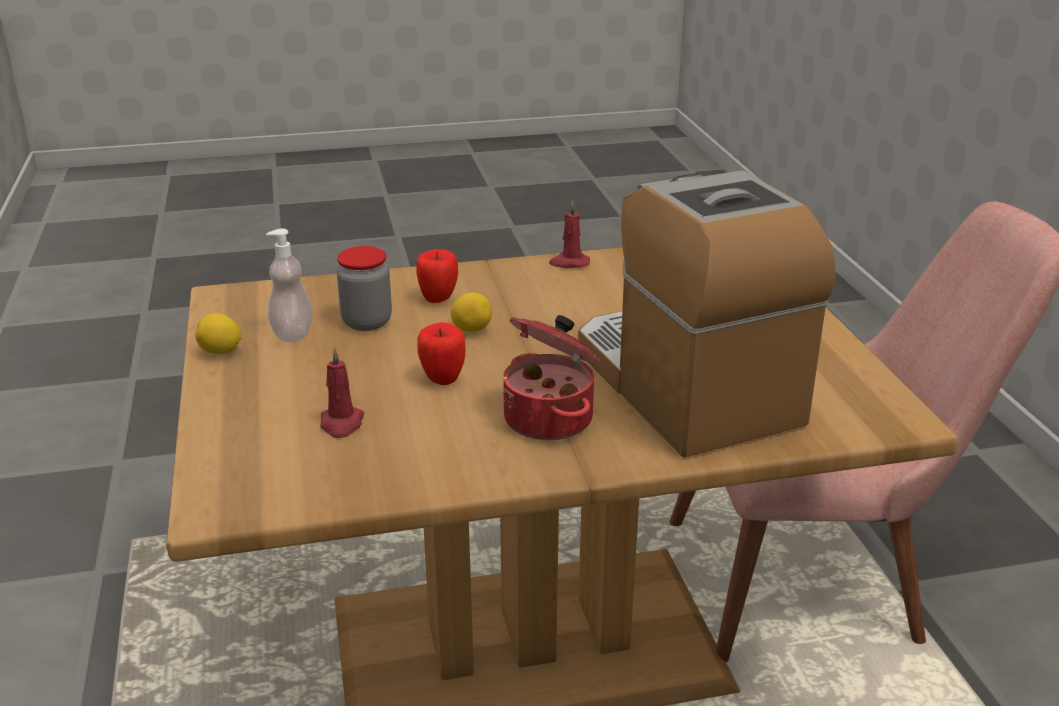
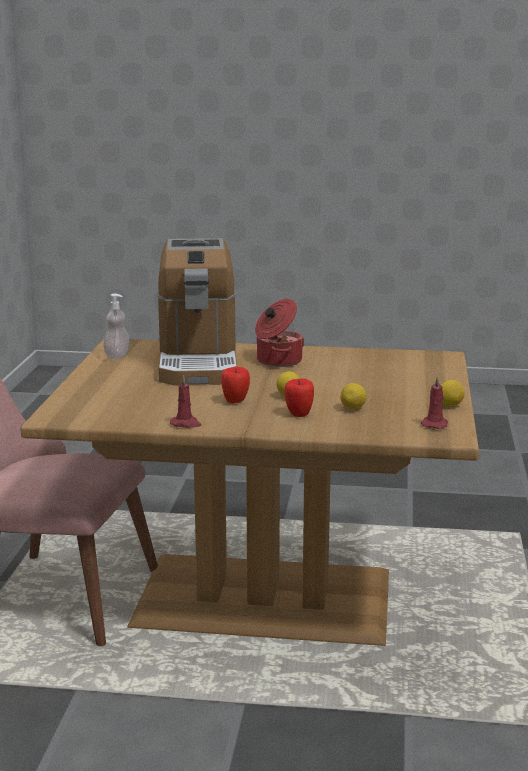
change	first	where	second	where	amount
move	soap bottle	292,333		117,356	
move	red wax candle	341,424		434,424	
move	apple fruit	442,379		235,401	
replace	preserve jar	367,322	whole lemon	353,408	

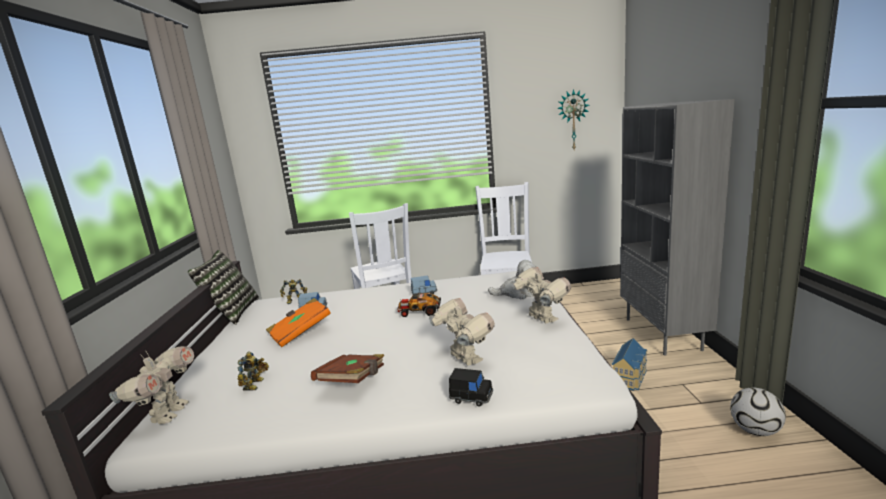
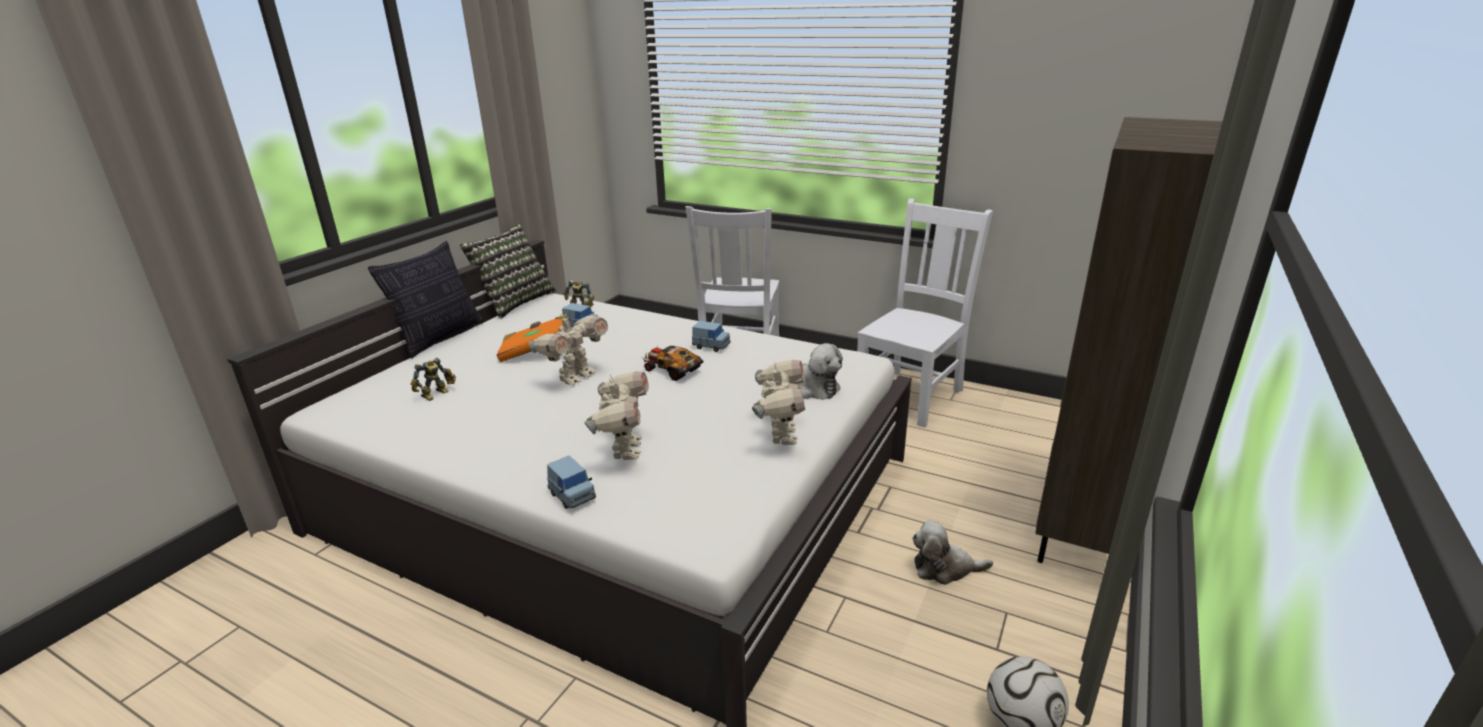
change	first	where	second	where	amount
delete	brown-coloured book	354,381			
delete	clock on the wall	572,120			
insert			pillow	440,337	
move	robot figure	167,414		575,377	
replace	toy house	630,377	cuddly toy	944,568	
recolor	blackish miniature car	471,397	blue-coloured miniature car	572,496	
recolor	grey bookcase	663,334	brown-coloured bookcase	1083,531	

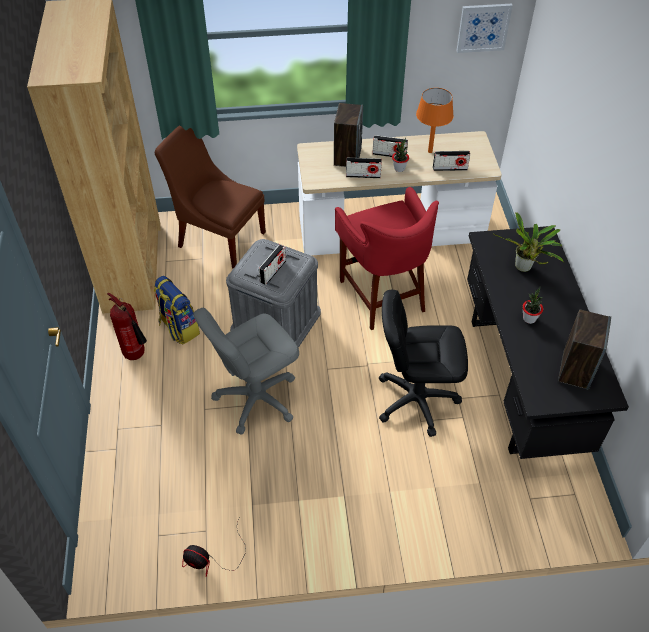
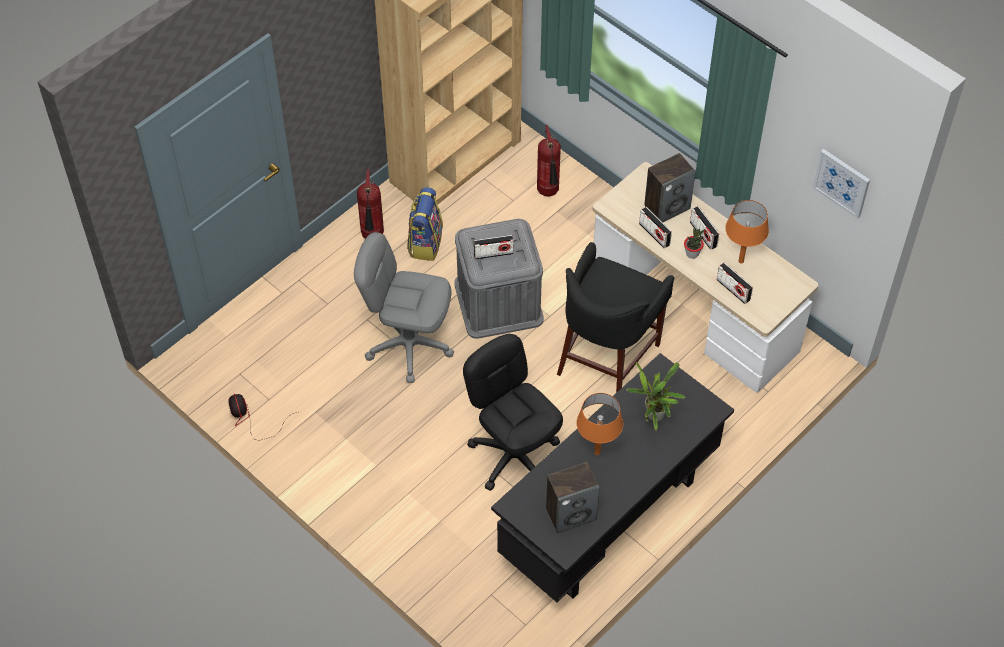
change	first	where	second	where	amount
replace	brown-coloured upright chair	219,237	fire-fighting cylinder	549,193	
replace	houseplant	529,318	orange lamp for a table	597,452	
recolor	red stool seat	383,294	blackish stool seat	607,356	

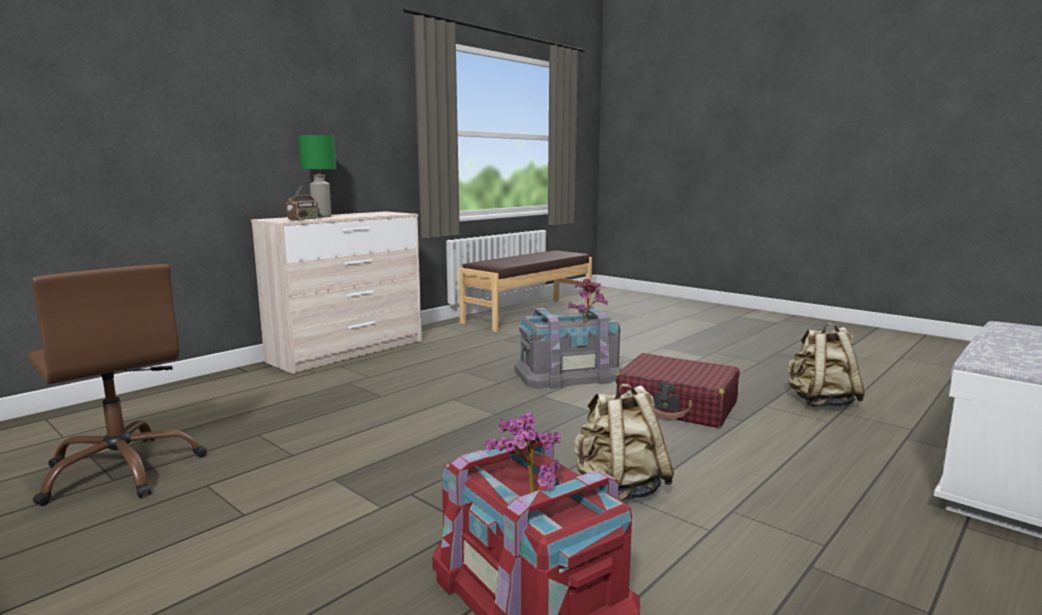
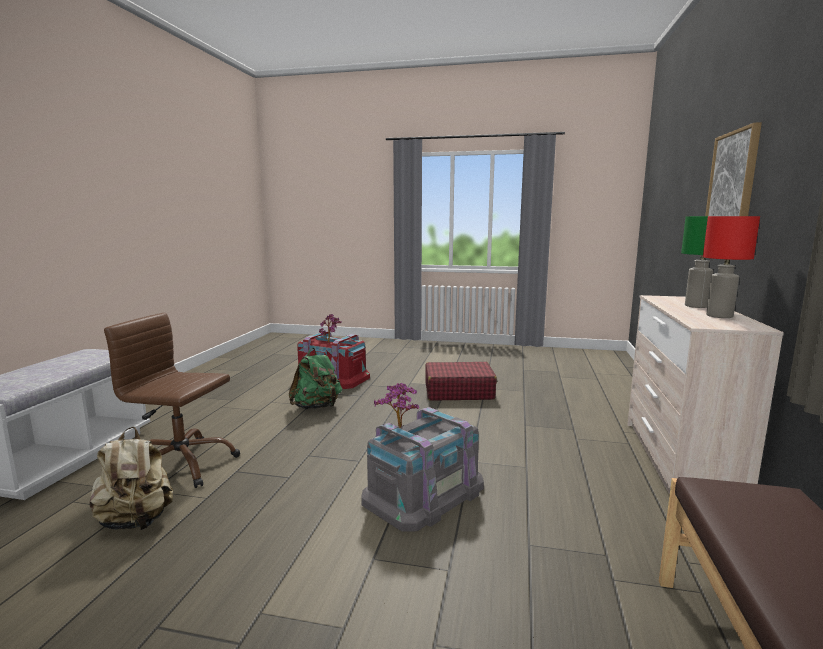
change	first	where	second	where	amount
delete	radio receiver	303,219			
insert			red lamp for a table	719,316	
insert			wall art	733,178	
move	brown-coloured desk chair	122,470		181,465	
move	red suitcase	677,406		458,391	
recolor	sand-coloured knapsack	619,489	green-coloured knapsack	317,407	

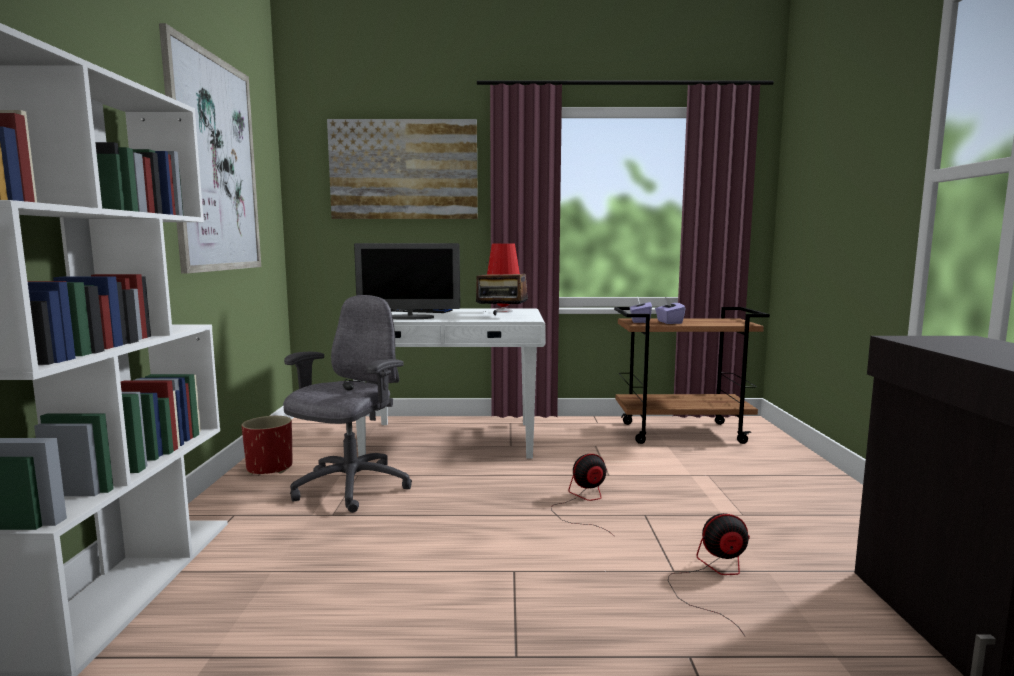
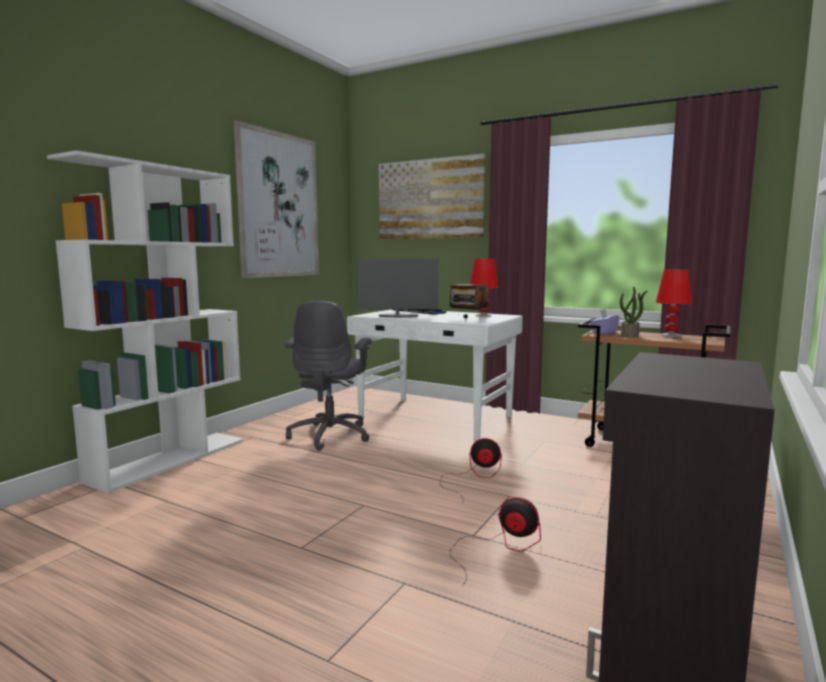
change	first	where	second	where	amount
delete	red planter	270,468			
insert			red lamp for a table	671,335	
replace	purplish tissue holder	669,322	houseplant	630,335	
rotate	grey desk chair	350,488		330,435	135 degrees clockwise
rotate	computer screen	409,318		398,316	150 degrees clockwise

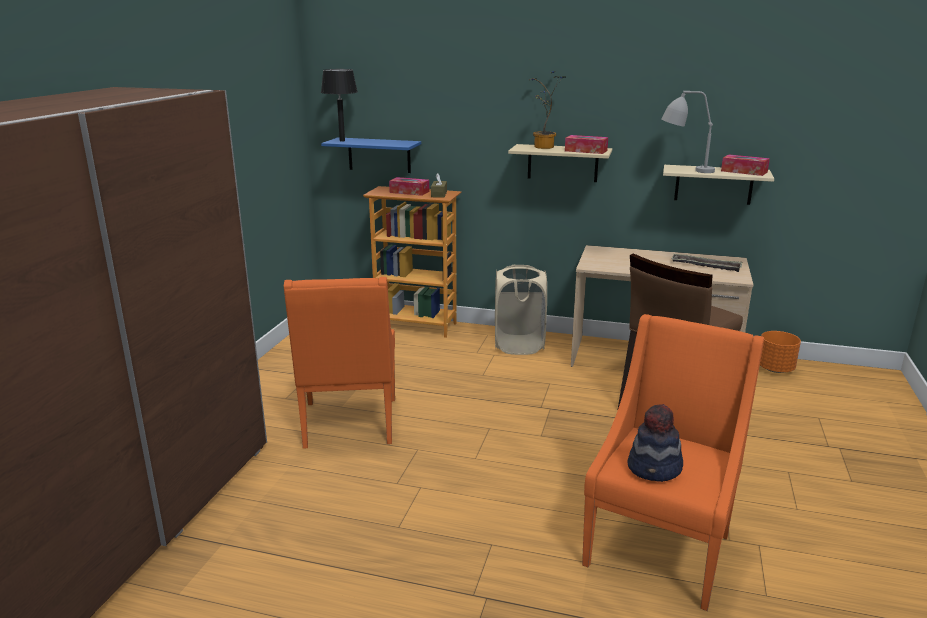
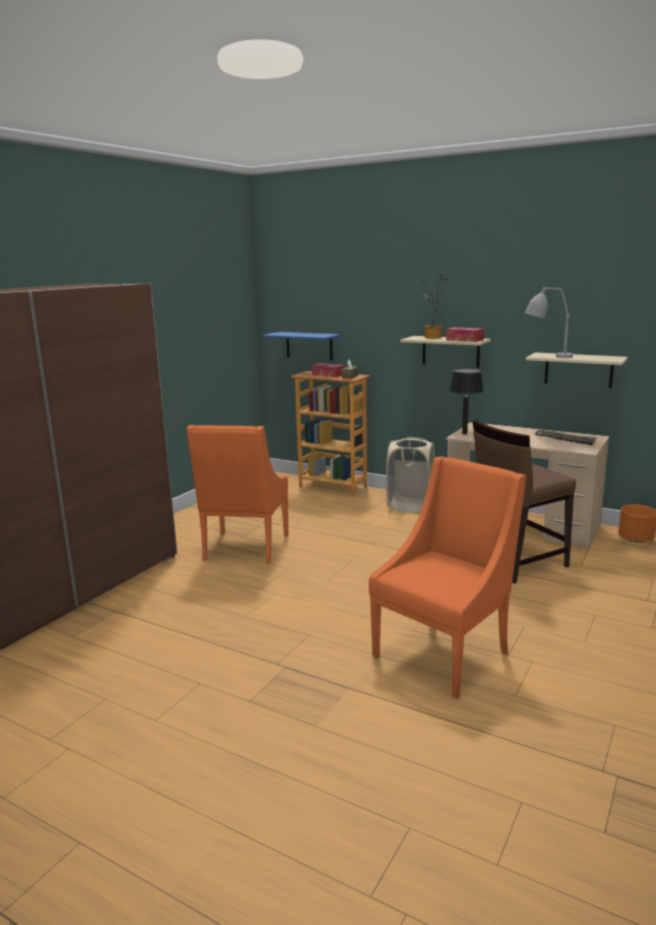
change	first	where	second	where	amount
delete	wearable hat	655,468			
delete	tissue holder	744,171			
move	blackish lamp for a table	342,141		465,433	

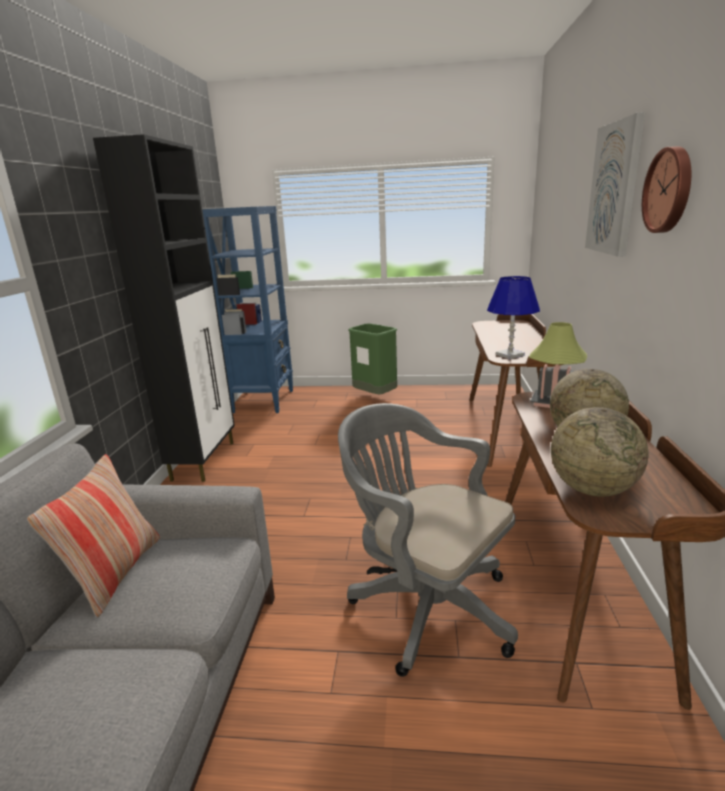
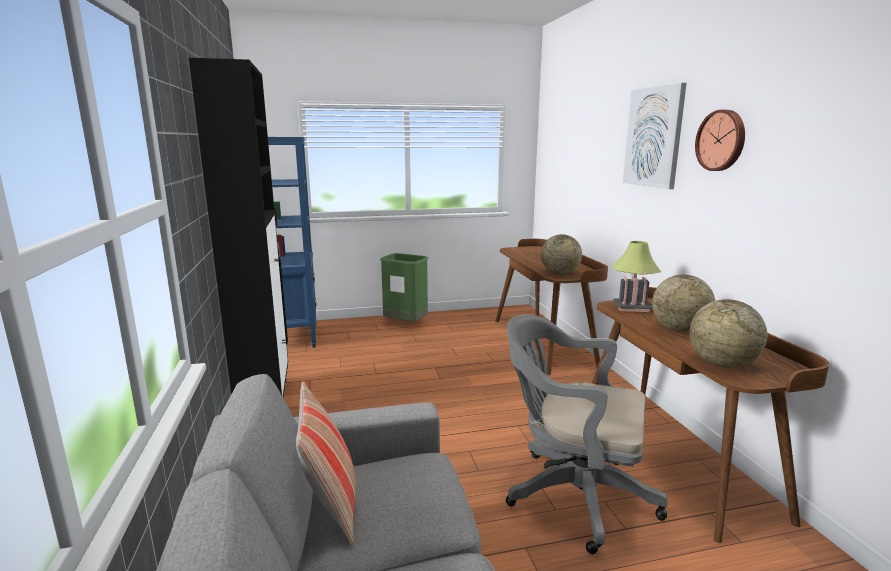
change	first	where	second	where	amount
replace	blue-coloured lamp for a table	510,355	world globe	560,274	

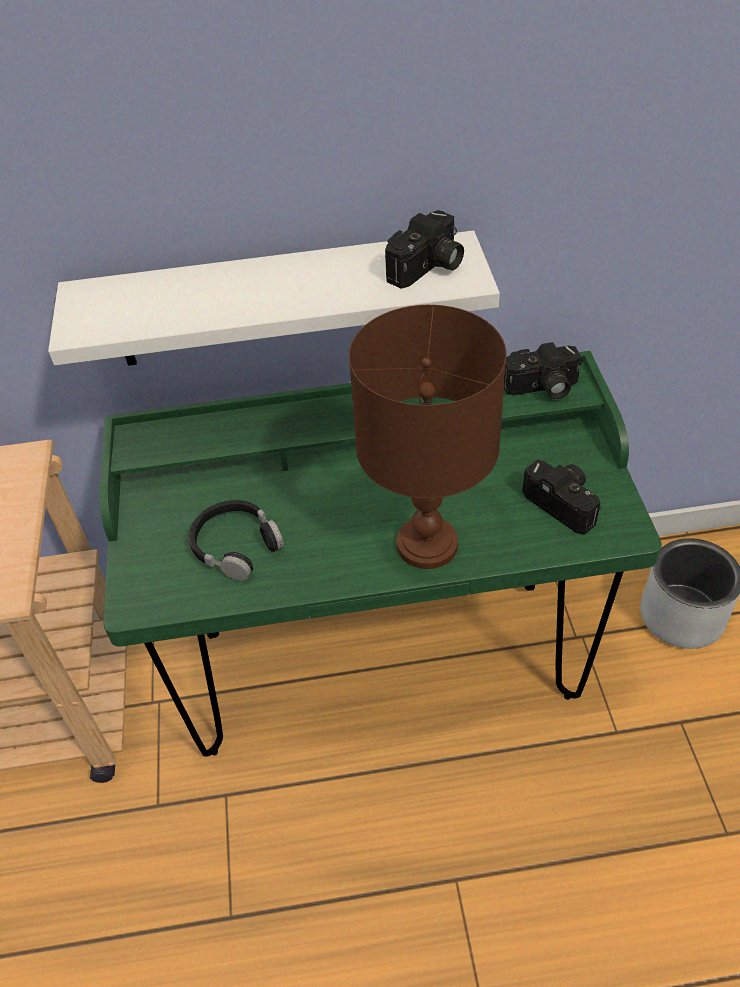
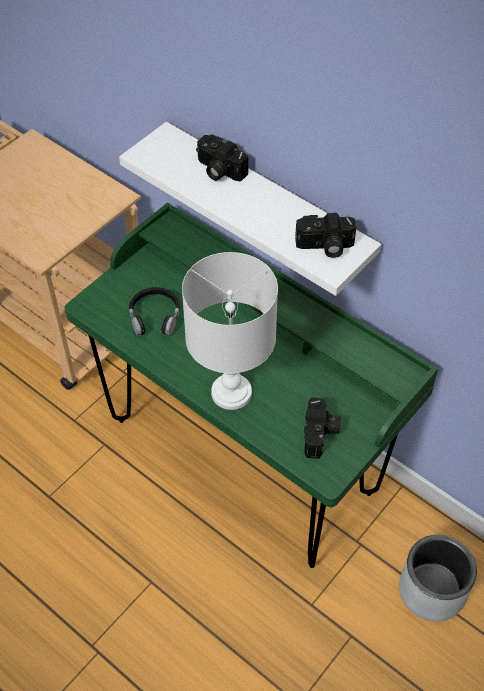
change	first	where	second	where	amount
move	photo camera	542,388		218,170	
recolor	brown-coloured lamp for a table	428,544	white-coloured lamp for a table	232,393	

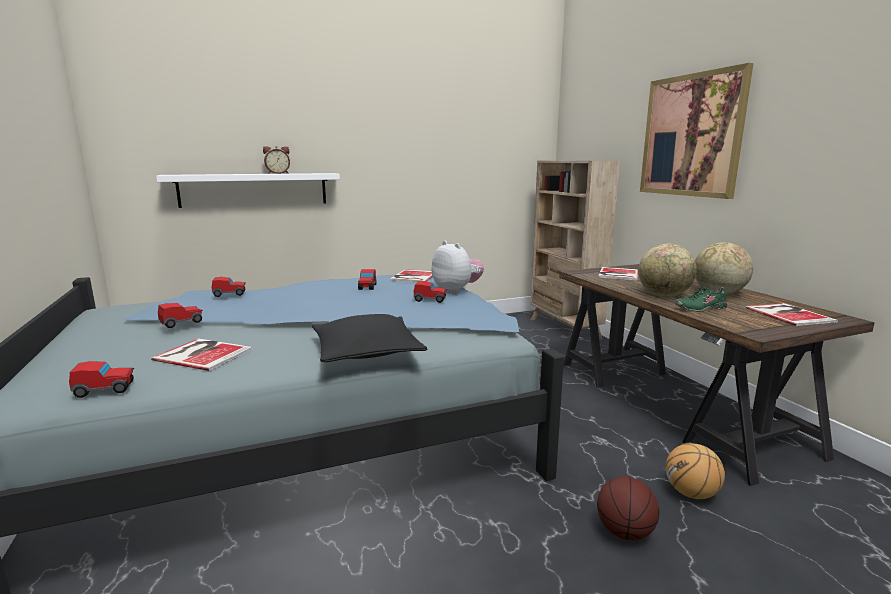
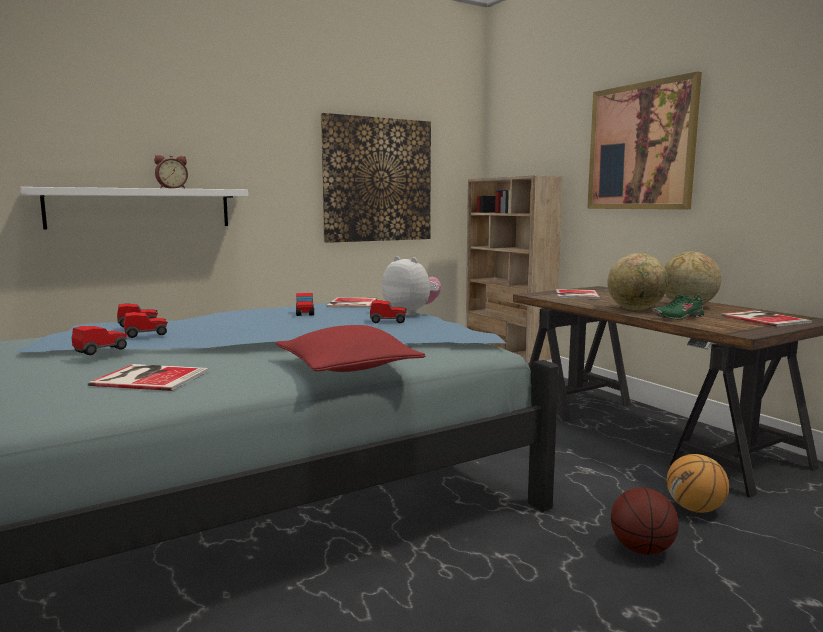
change	first	where	second	where	amount
insert			wall art	377,180	
move	miniature car	105,390		146,334	
recolor	blackish pillow	366,351	red pillow	347,367	

